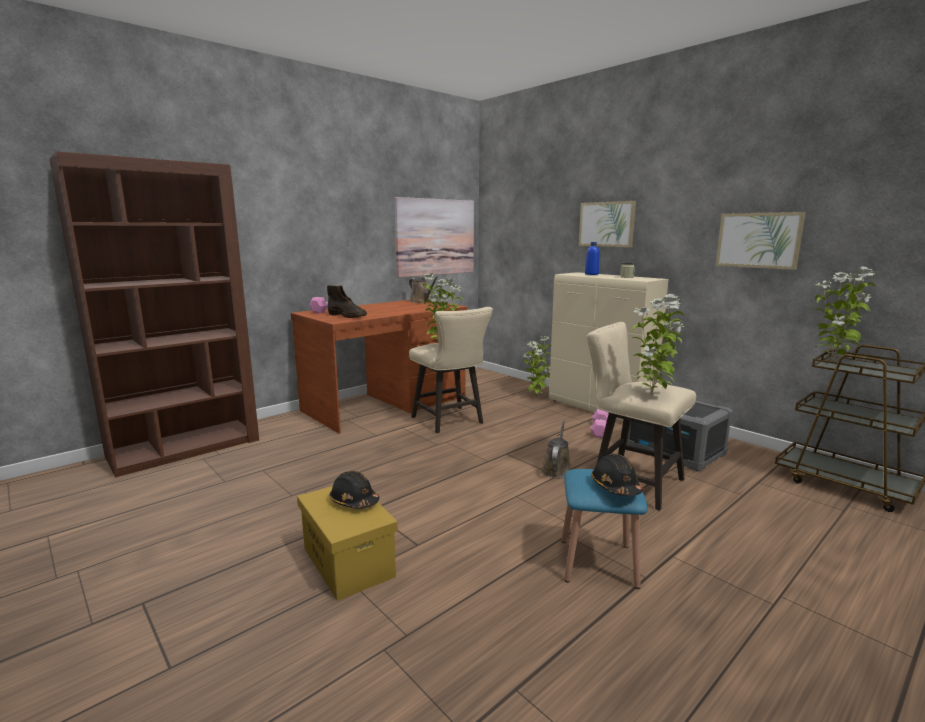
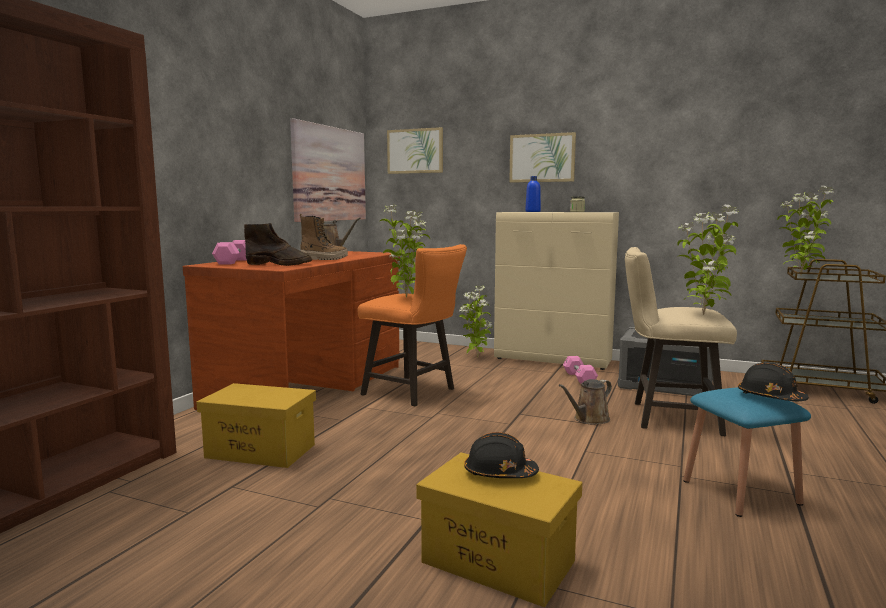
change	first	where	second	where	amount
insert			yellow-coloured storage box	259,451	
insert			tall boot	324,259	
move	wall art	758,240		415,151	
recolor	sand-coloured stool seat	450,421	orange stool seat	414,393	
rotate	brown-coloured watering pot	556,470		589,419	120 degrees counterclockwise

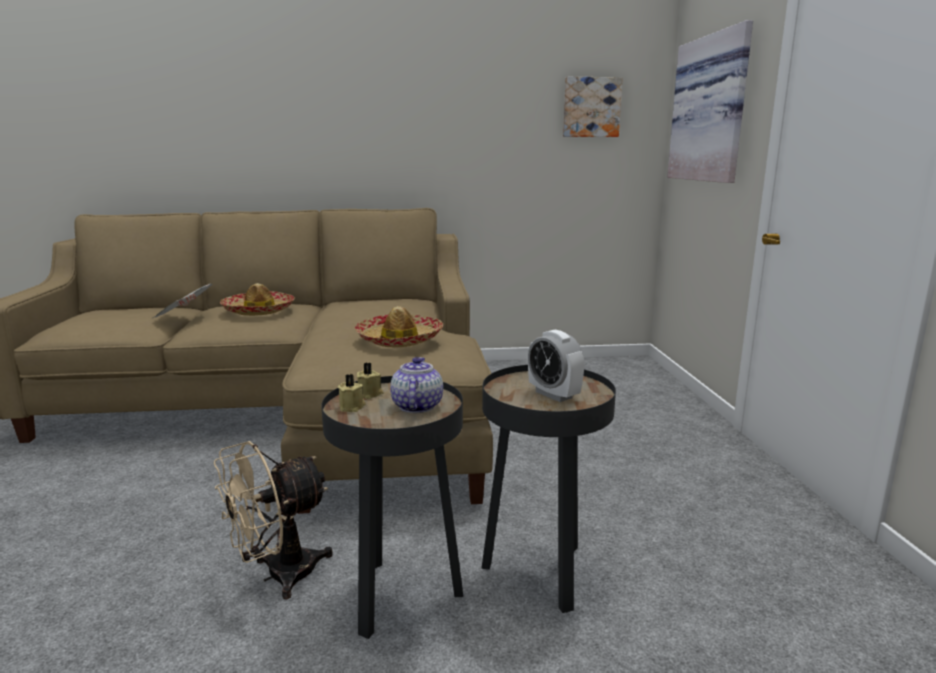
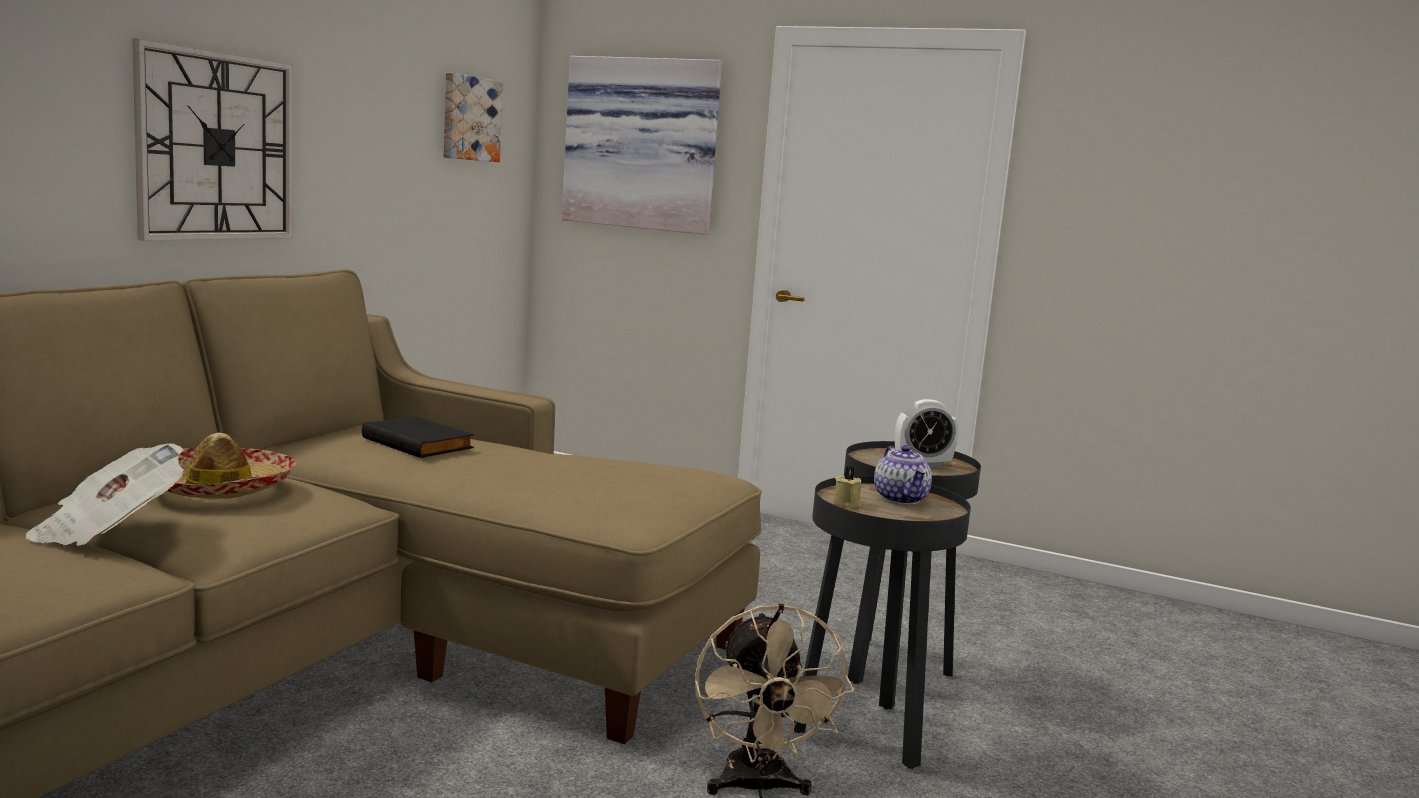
change	first	where	second	where	amount
delete	sand-coloured wax candle	352,407			
delete	wearable hat	399,340			
insert			clock on the wall	216,147	
insert			blackish book	420,443	
rotate	tea pot	416,406		901,499	135 degrees counterclockwise

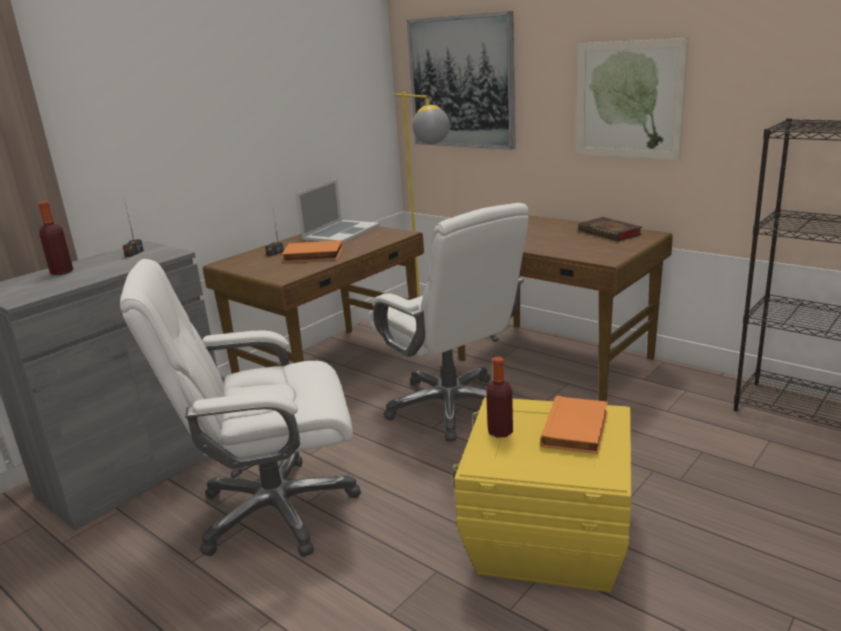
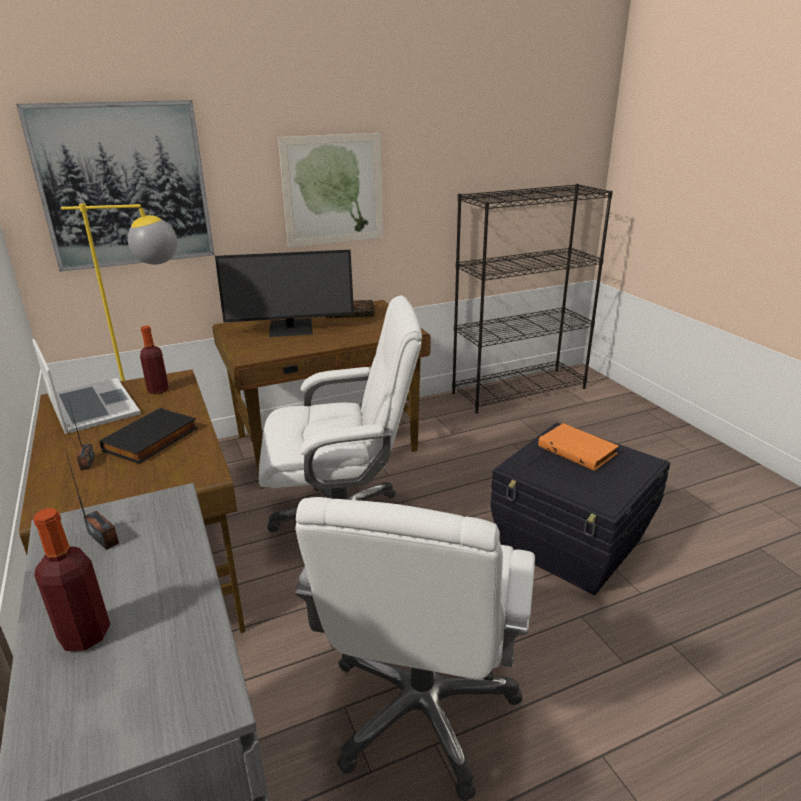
change	first	where	second	where	amount
insert			computer screen	291,329	
move	bottle	500,432		158,390	
recolor	orange book	312,256	blackish book	152,440	
recolor	yellow-coloured storage box	546,540	blackish storage box	571,545	

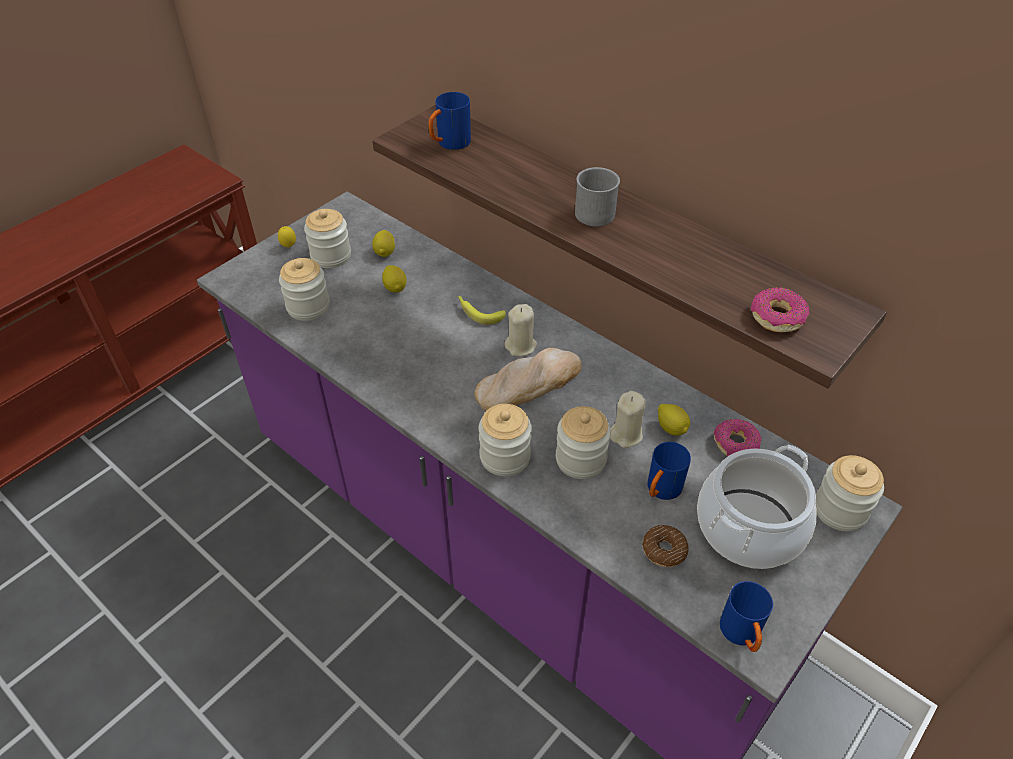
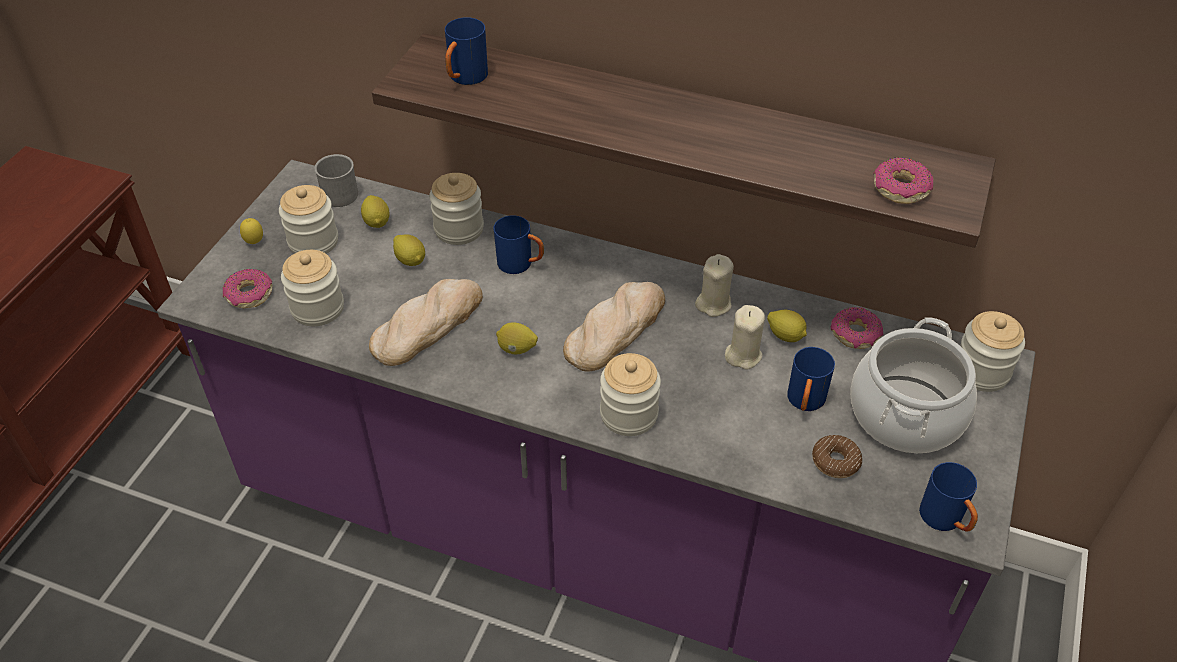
change	first	where	second	where	amount
insert			donut	249,295	
insert			baked bread	428,324	
insert			whole lemon	517,349	
move	sand-coloured wax candle	521,346		713,304	
move	preserve jar	580,459		459,229	
move	grey coffee mug	596,210		340,191	
replace	banana	478,312	blue-coloured coffee mug	521,264	

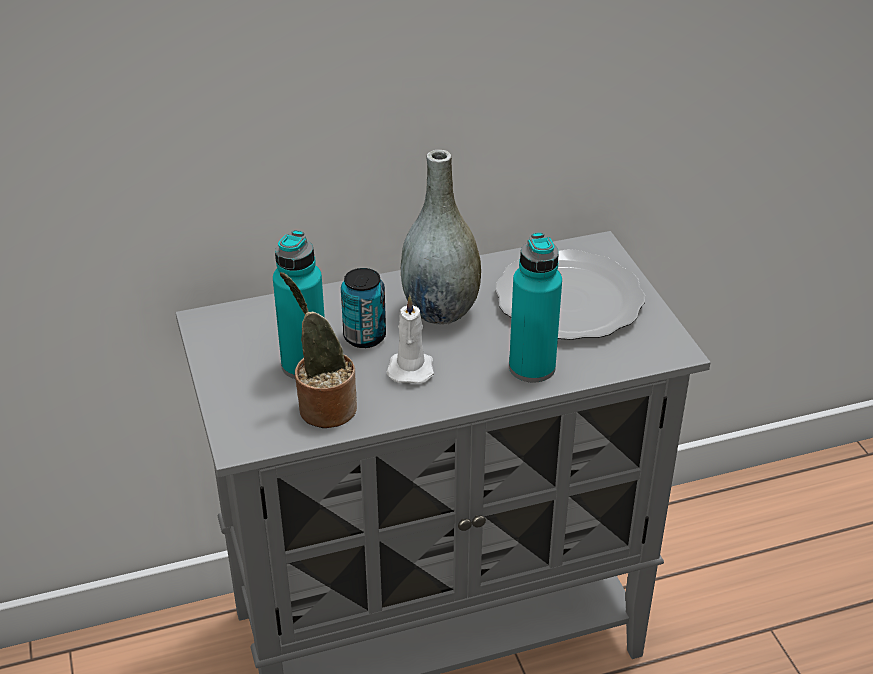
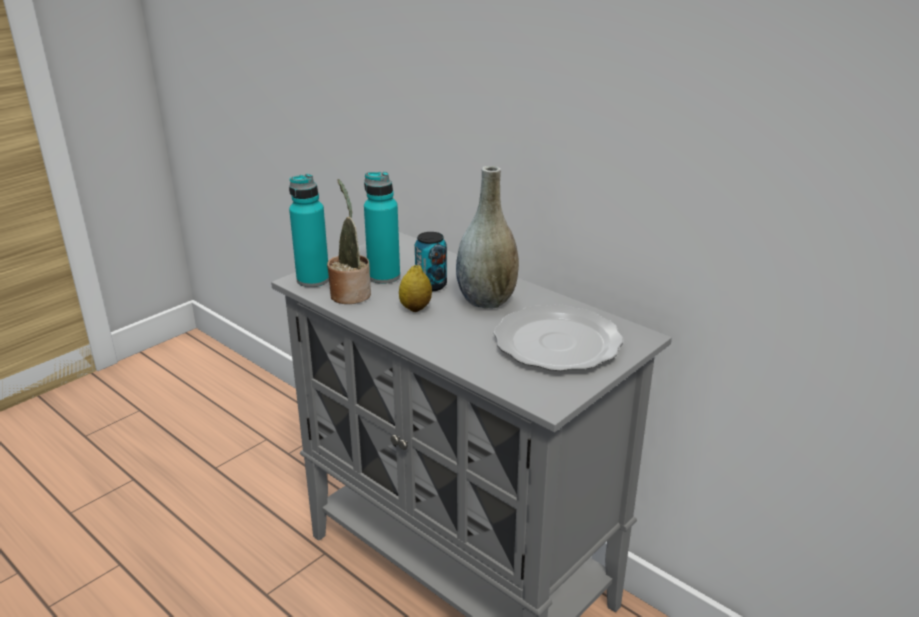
change	first	where	second	where	amount
move	turquoise bottle	532,368		313,280	
replace	white-coloured wax candle	411,368	whole lemon	415,308	

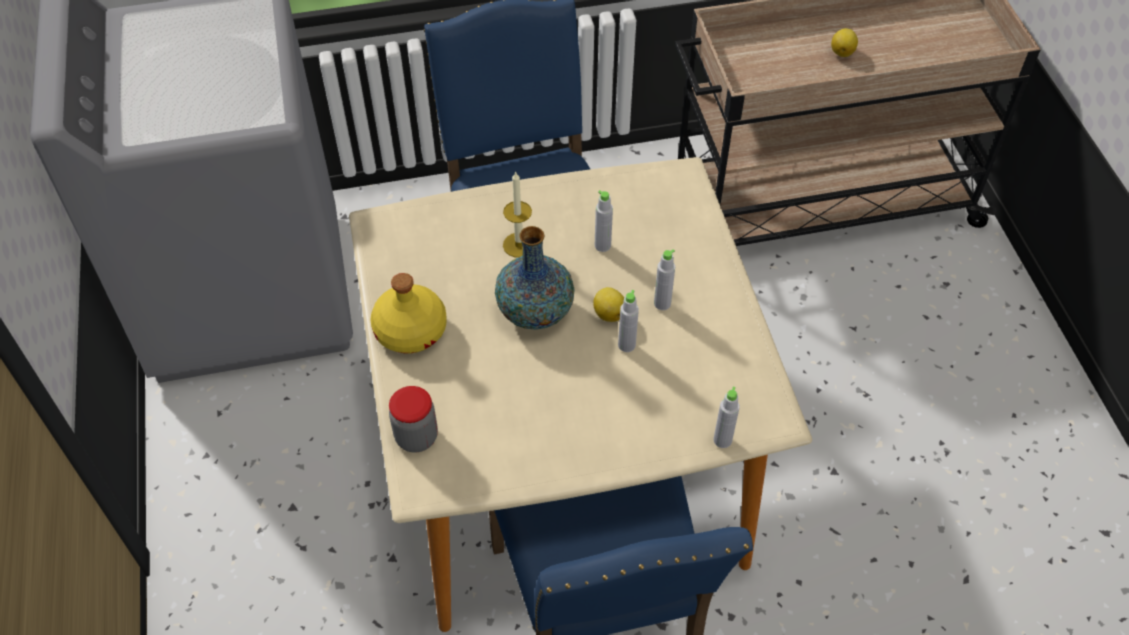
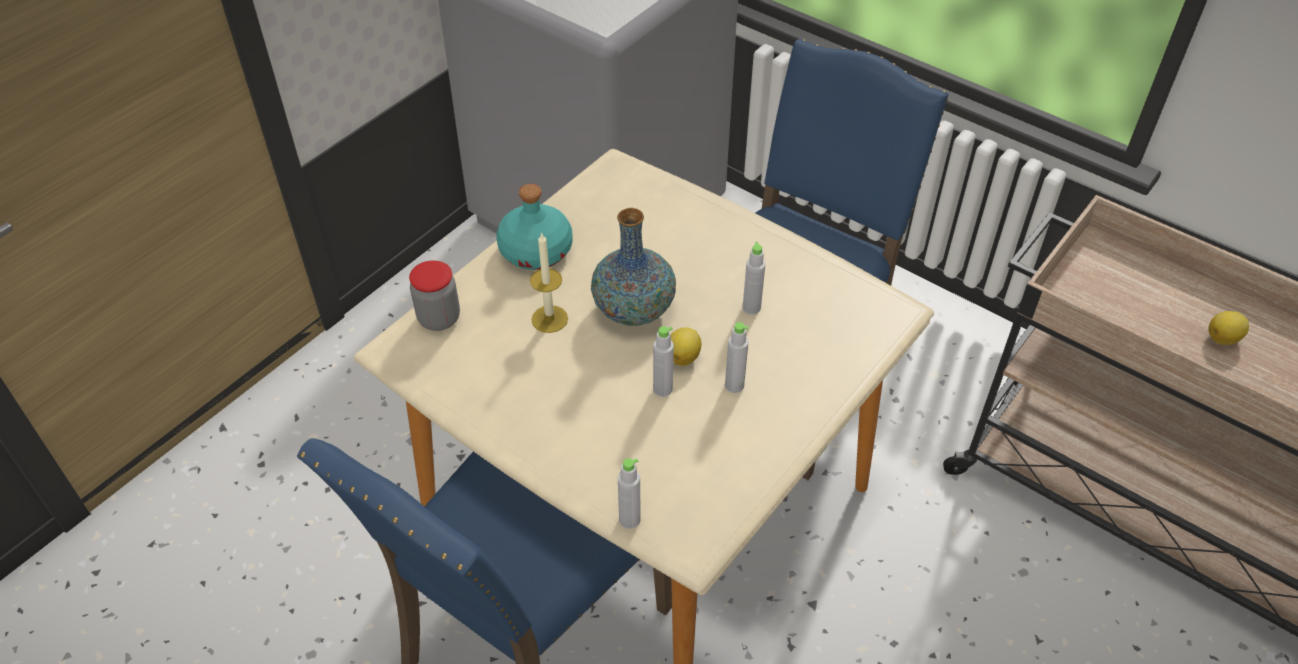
change	first	where	second	where	amount
move	wax candle	519,245		549,319	
recolor	yellow-coloured bottle	411,330	turquoise bottle	536,251	

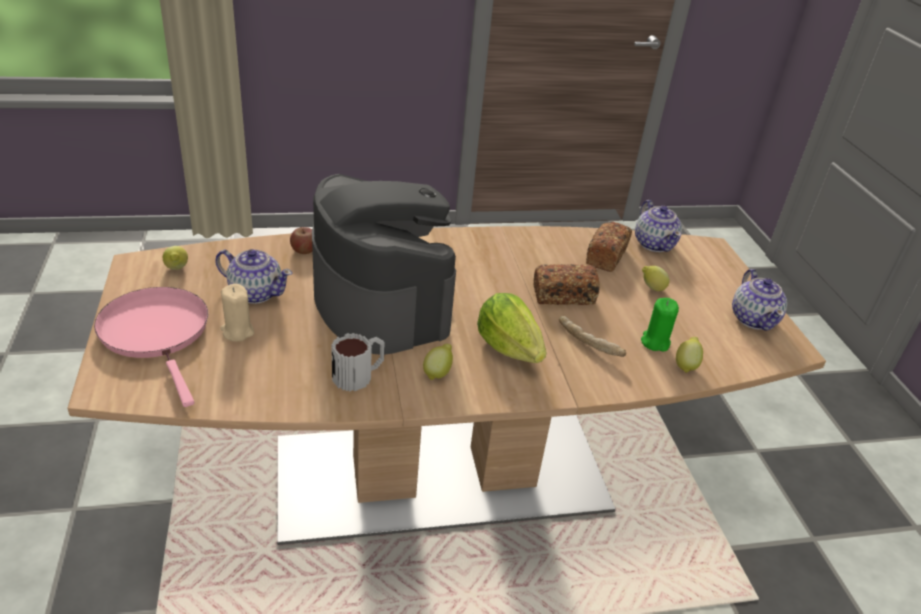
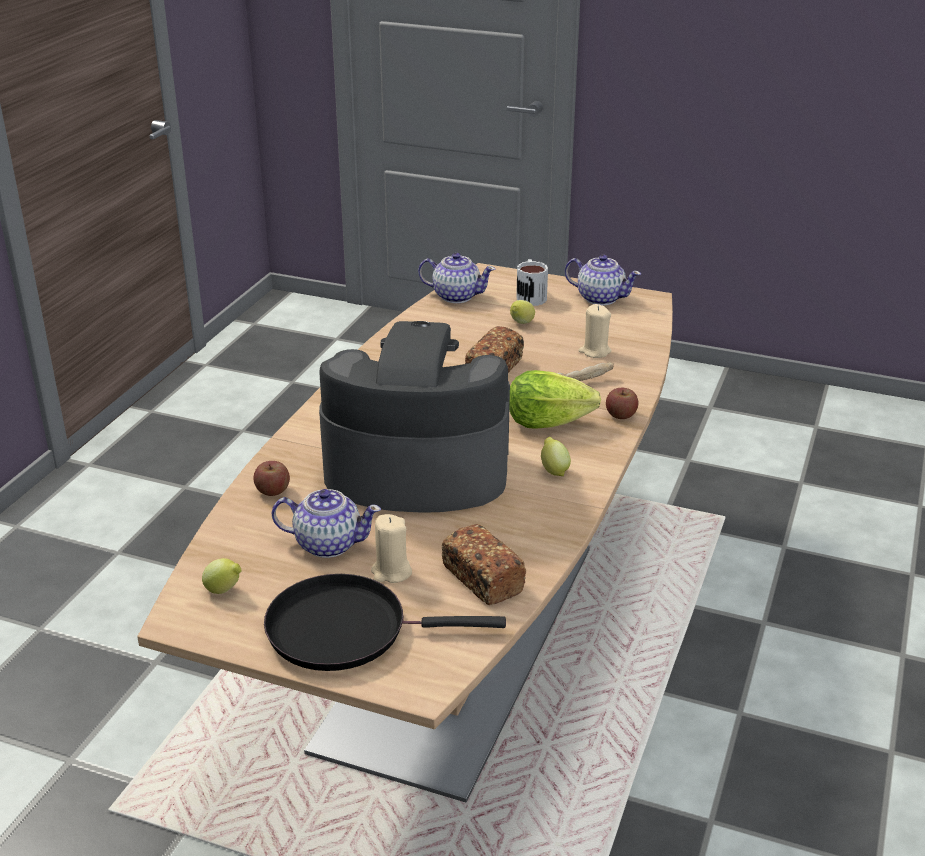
change	first	where	second	where	amount
delete	whole lemon	686,365			
insert			apple fruit	621,415	
move	coffee mug	359,375		530,296	
move	baked bread	606,256		482,579	
recolor	pink frying pan	157,333	blackish frying pan	346,629	
recolor	green-coloured wax candle	655,342	sand-coloured wax candle	594,351	
rotate	tea pot	255,293		327,543	45 degrees clockwise

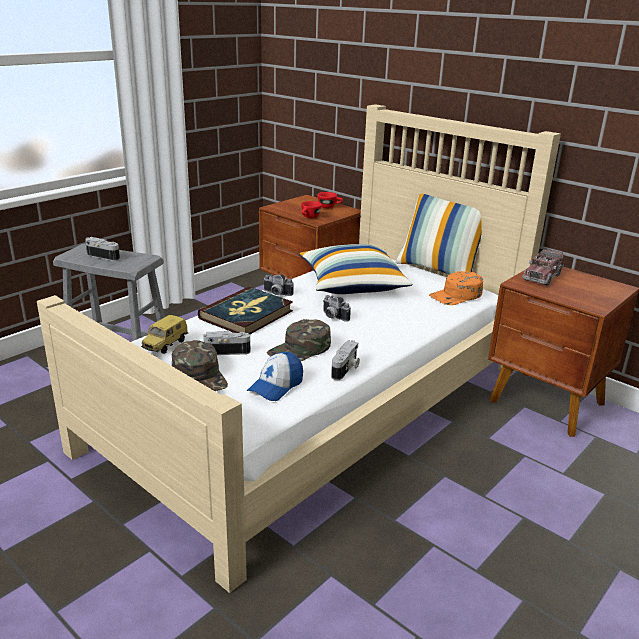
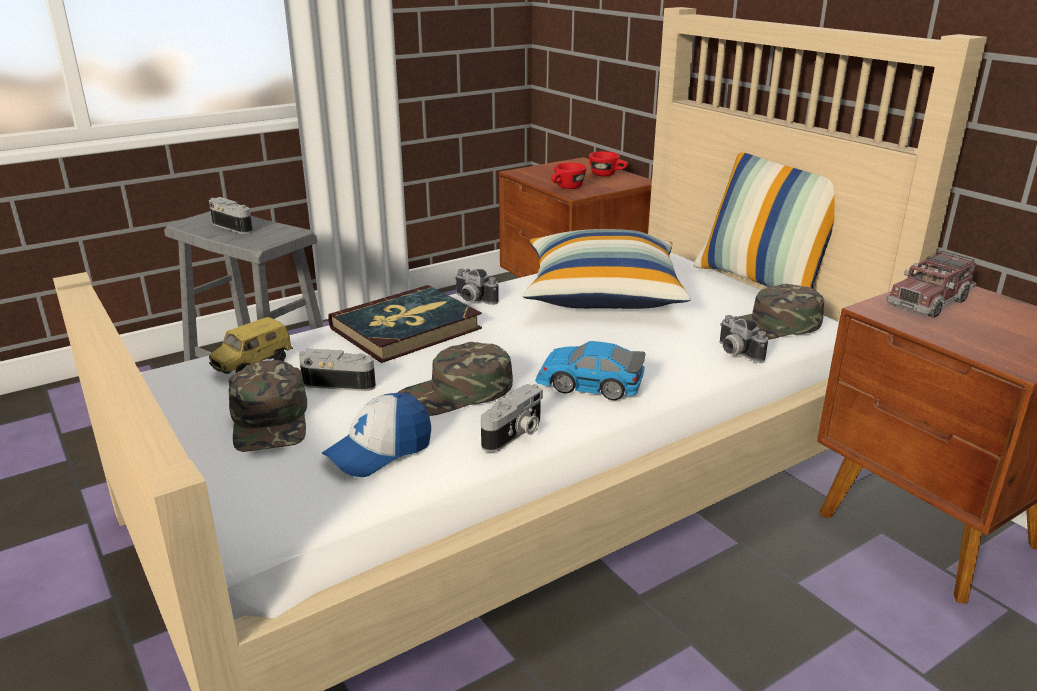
change	first	where	second	where	amount
insert			miniature car	589,383	
move	photo camera	332,317		735,353	
recolor	orange baseball cap	456,295	green-coloured baseball cap	773,325	

